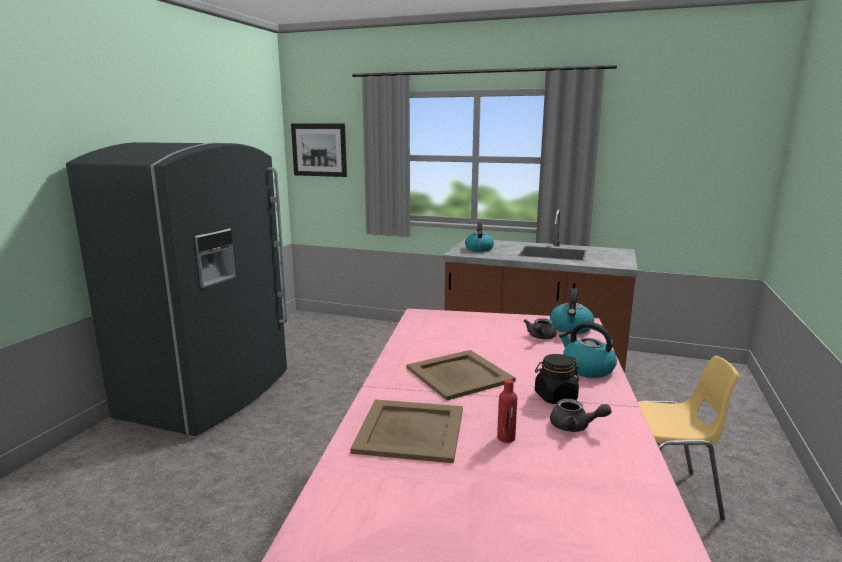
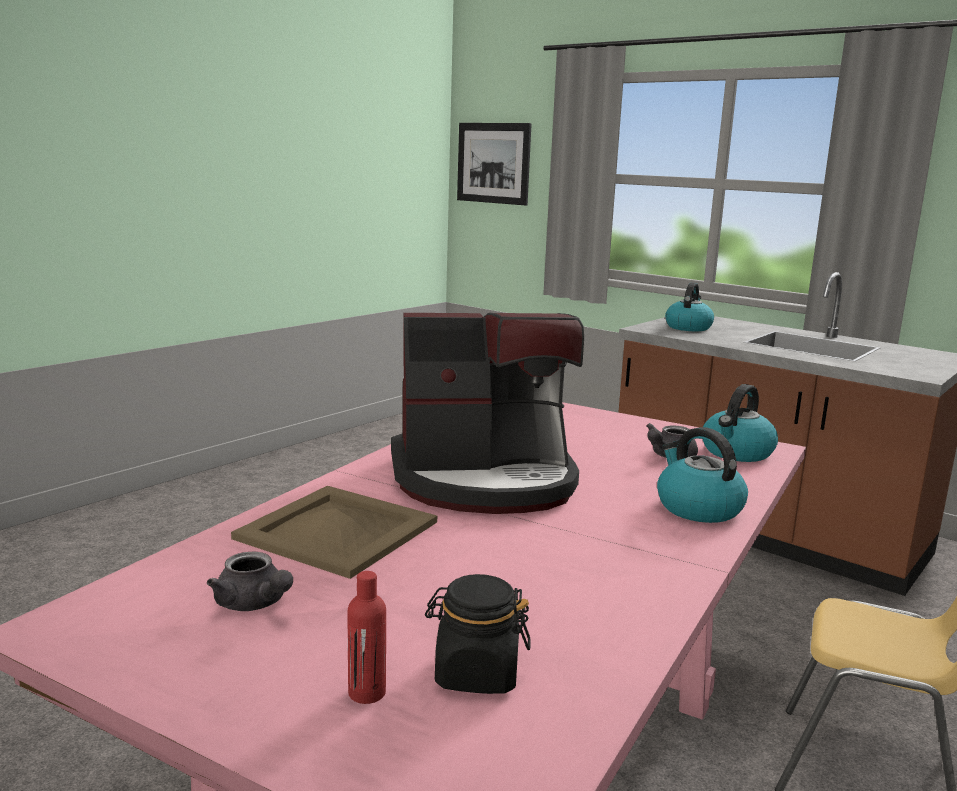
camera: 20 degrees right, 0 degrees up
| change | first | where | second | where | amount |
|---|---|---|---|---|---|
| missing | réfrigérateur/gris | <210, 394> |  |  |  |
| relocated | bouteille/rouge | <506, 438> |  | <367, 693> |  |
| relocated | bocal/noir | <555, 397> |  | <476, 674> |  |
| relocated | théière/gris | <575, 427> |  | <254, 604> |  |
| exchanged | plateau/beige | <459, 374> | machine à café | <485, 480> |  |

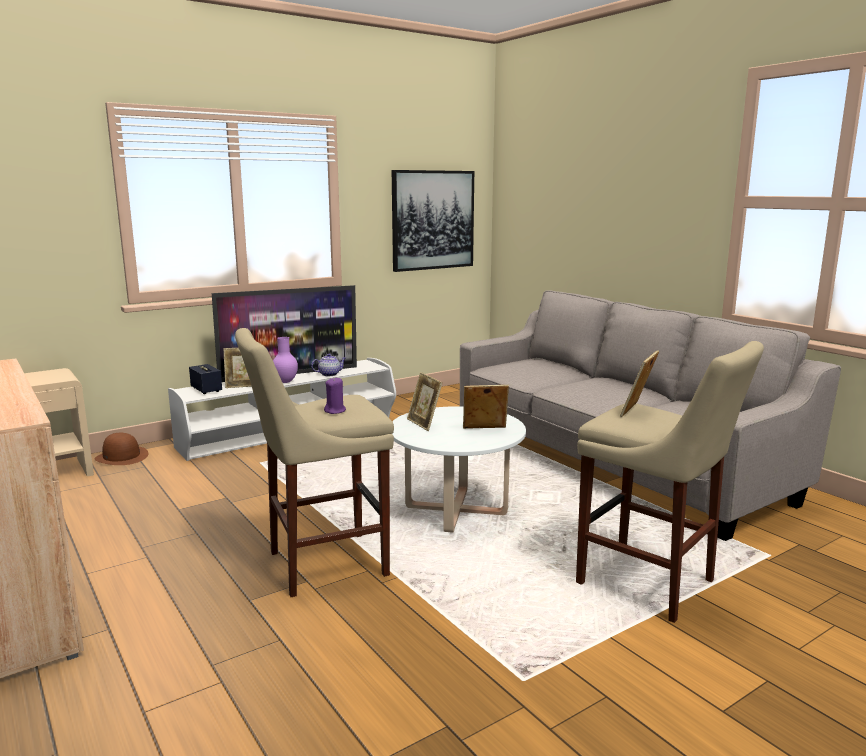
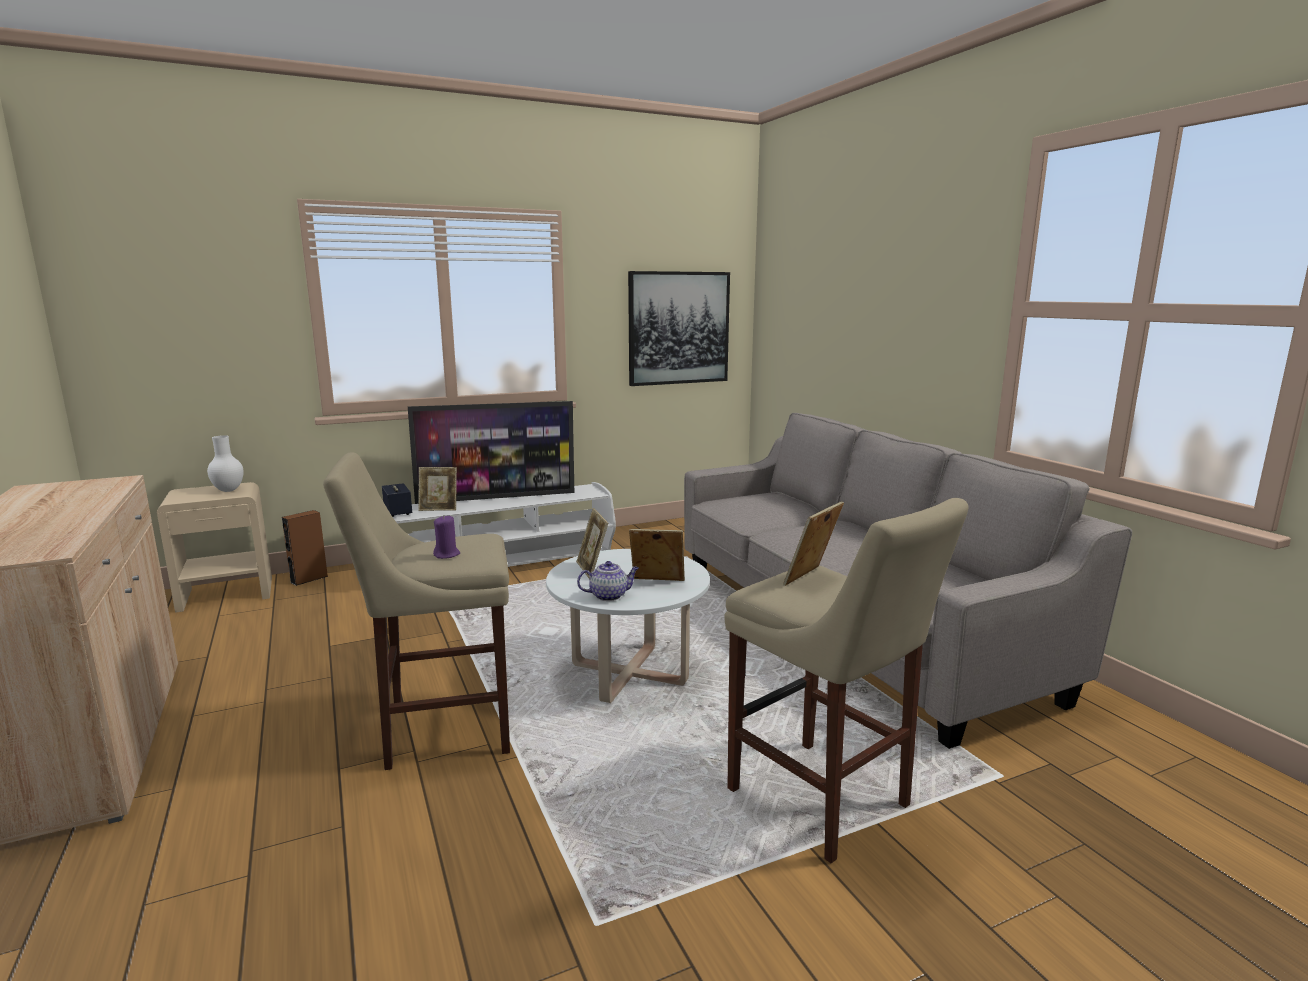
camera: 10 degrees right, 0 degrees up
| change | first | where | second | where | amount |
|---|---|---|---|---|---|
| missing | vase/violet | <285, 381> |  |  |  |
| appeared |  |  | vase/blanc | <229, 490> |  |
| relocated | théière | <329, 374> |  | <609, 596> |  |
| exchanged | chapeau/marron | <122, 457> | enceinte/marron | <309, 579> |  |

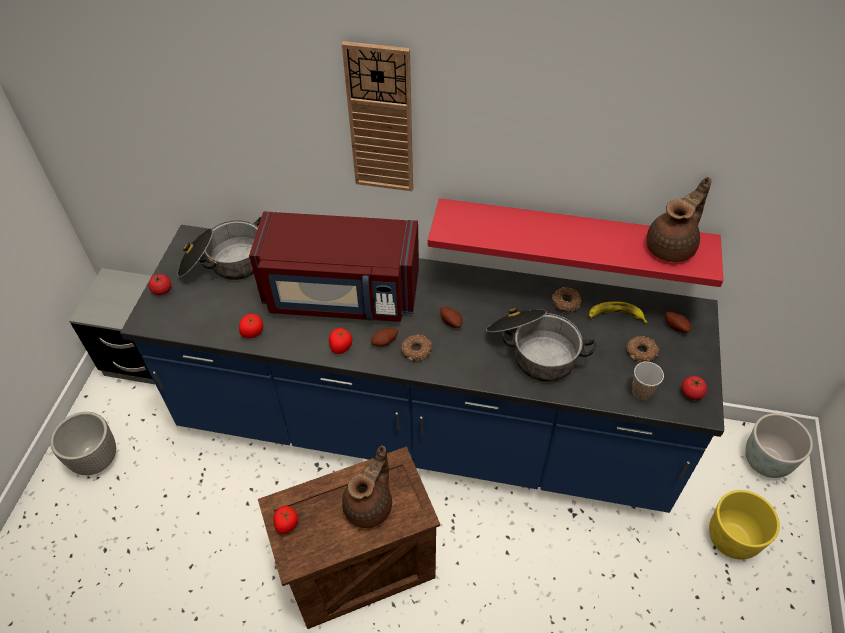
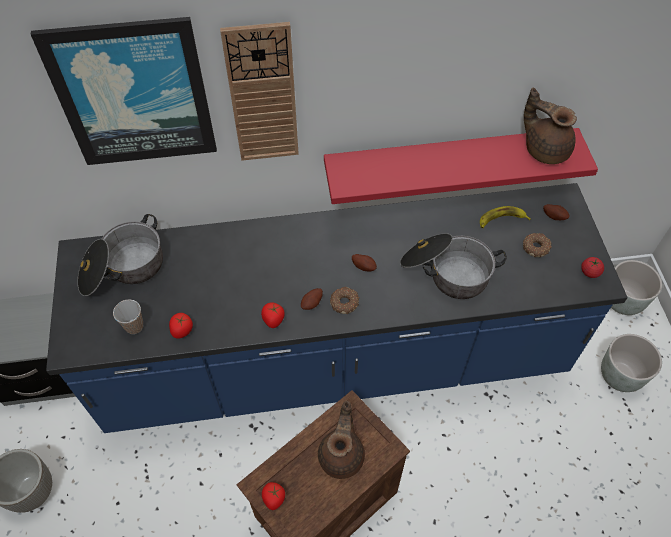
camera: 20 degrees left, 5 degrees up
| change | first | where | second | where | amount |
|---|---|---|---|---|---|
| missing | tomate | <162, 290> |  |  |  |
| missing | micro-ondes/rouge | <341, 295> |  |  |  |
| missing | beignet | <565, 303> |  |  |  |
| appeared |  |  | tableau | <134, 94> |  |
| relocated | tasse | <641, 392> |  | <134, 326> |  |
| colour | cache-pot/jaune | <730, 538> | cache-pot/gris | <619, 376> |  |
| spun | théière/marron | <672, 247> |  | <545, 149> | 75 degrees counterclockwise |

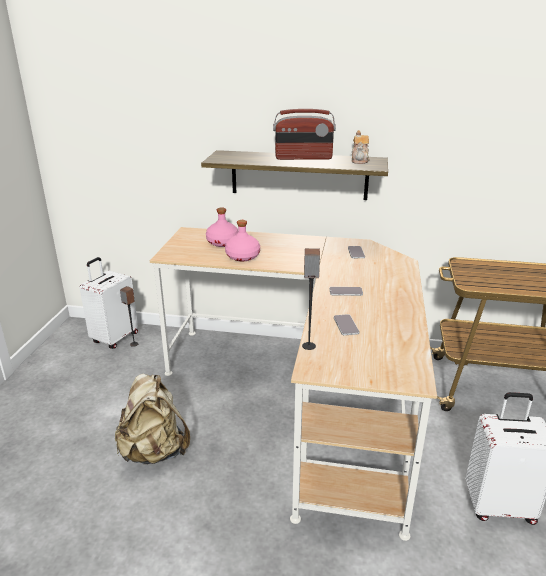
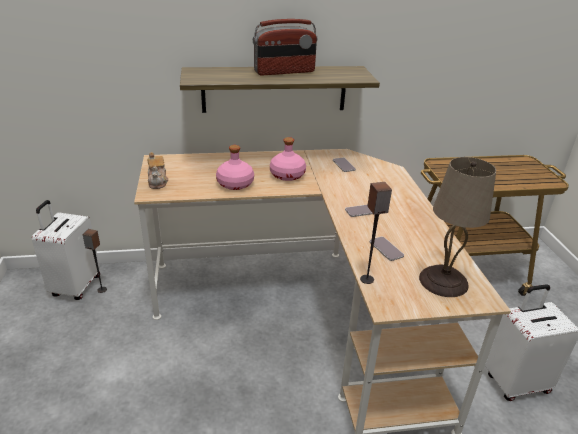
camera: 20 degrees left, 5 degrees up
| change | first | where | second | where | amount |
|---|---|---|---|---|---|
| missing | sac à dos/beige | <154, 451> |  |  |  |
| appeared |  |  | lampe de table/beige | <442, 281> |  |
| relocated | bouteille/rose | <223, 242> |  | <287, 175> |  |
| relocated | théière | <360, 160> |  | <158, 181> |  |

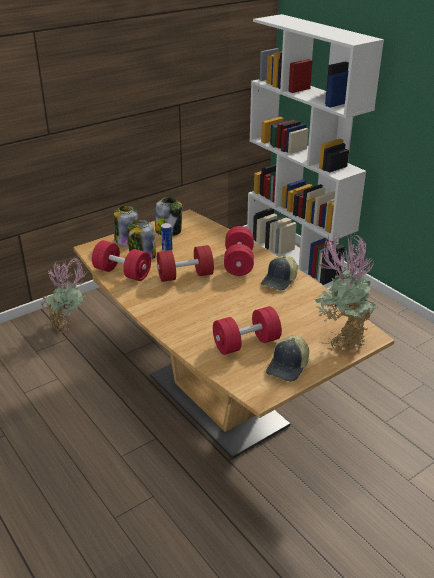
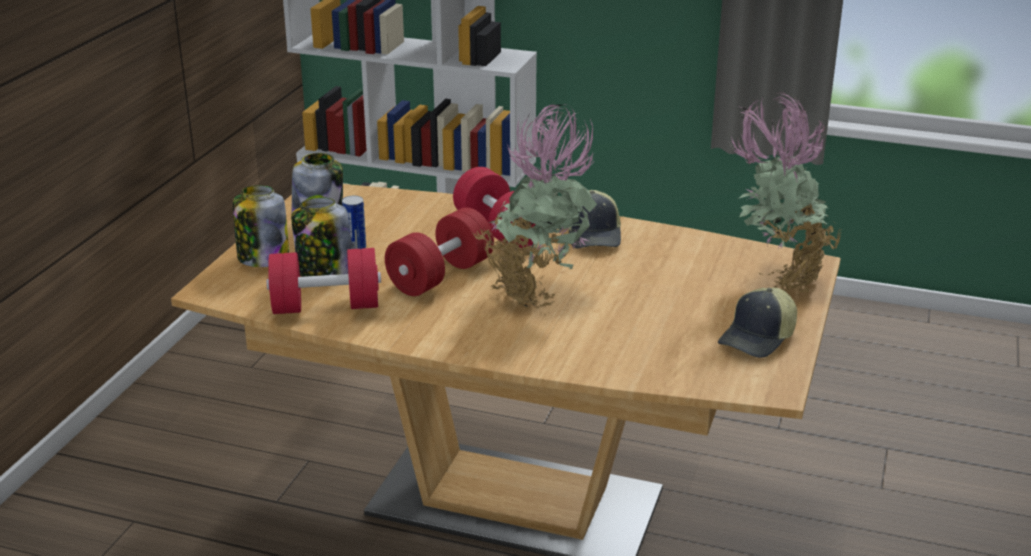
camera: 35 degrees left, 5 degrees down
| change | first | where | second | where | amount |
|---|---|---|---|---|---|
| missing | haltère/rouge | <246, 343> |  |  |  |
| relocated | plante en pot | <69, 325> |  | <536, 292> |  |
| spun | casquette | <288, 366> |  | <758, 338> | 45 degrees clockwise |

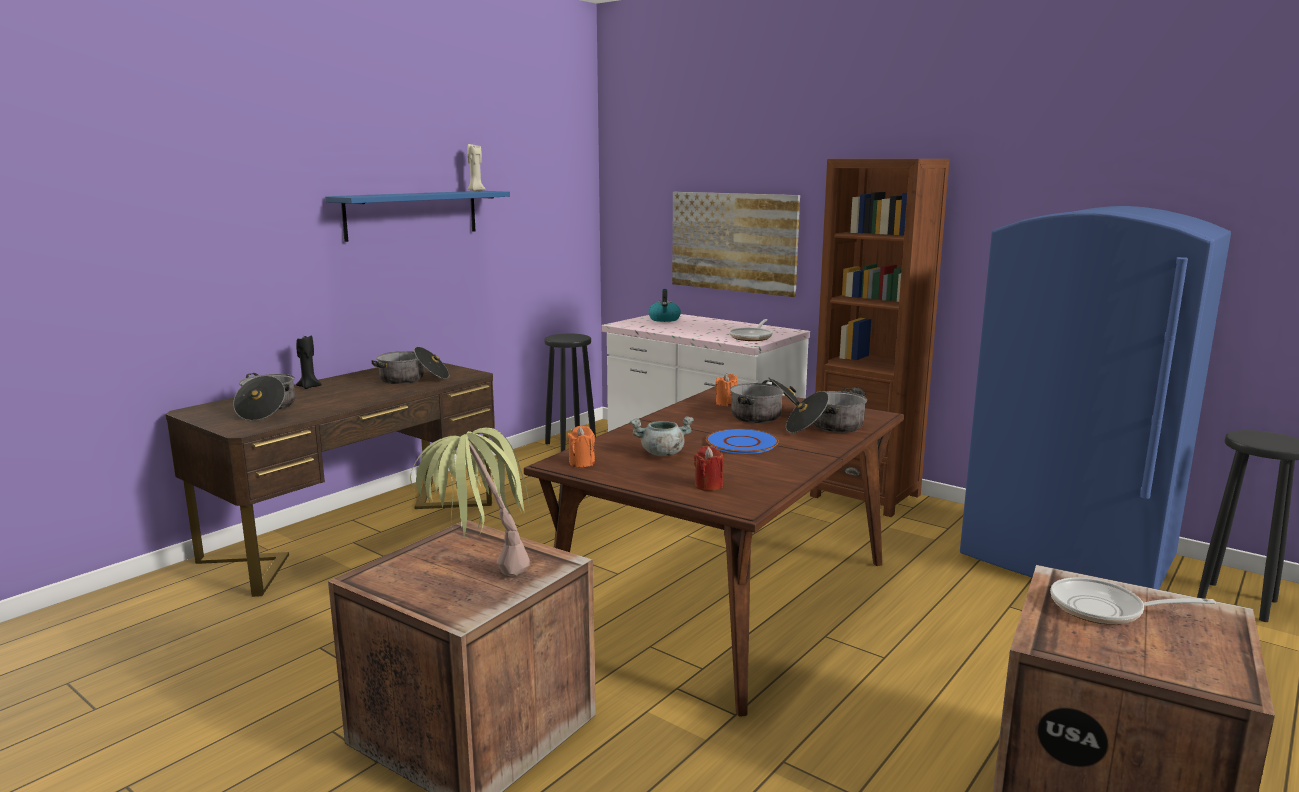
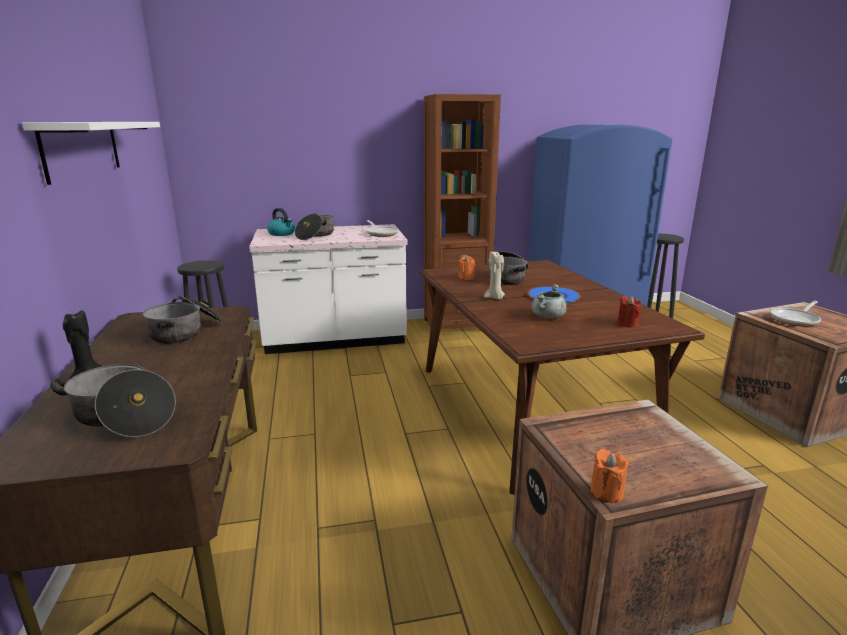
camera: 50 degrees left, 5 degrees up
| change | first | where | second | where | amount |
|---|---|---|---|---|---|
| missing | plante en pot | <478, 581> |  |  |  |
| missing | tableau | <733, 242> |  |  |  |
| relocated | bougie/beige | <475, 191> |  | <495, 298> |  |
| relocated | bougie/orange | <581, 463> |  | <606, 492> |  |
| relocated | marmite | <825, 428> |  | <315, 235> |  |
| colour | étagère/bleu | <412, 214> | étagère/blanc | <83, 148> |  |

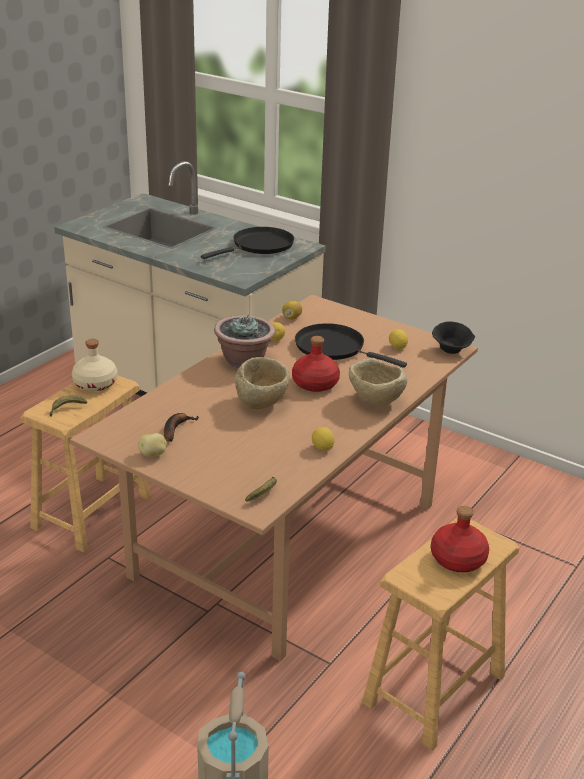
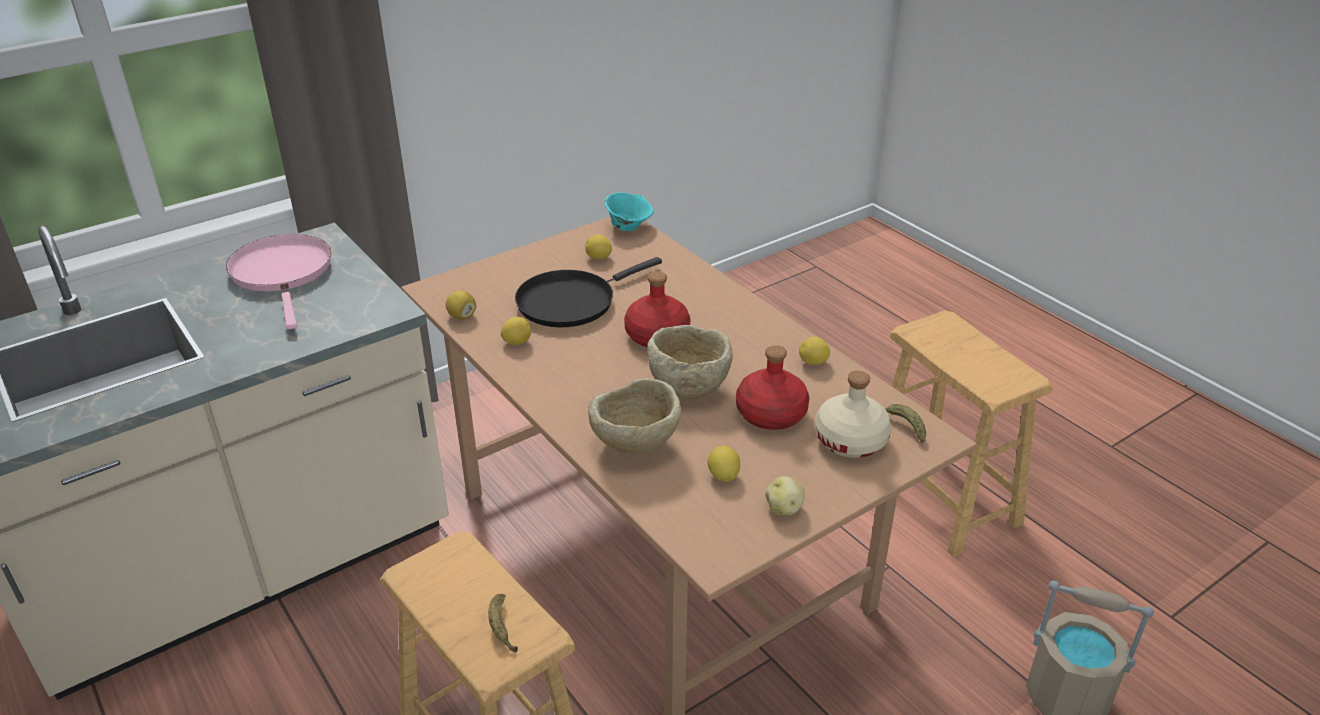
camera: 70 degrees left, 5 degrees up
| change | first | where | second | where | amount |
|---|---|---|---|---|---|
| missing | plante en pot | <244, 361> |  |  |  |
| relocated | bouteille/beige | <96, 384> |  | <851, 440> |  |
| relocated | bol/beige | <375, 402> |  | <635, 446> |  |
| relocated | bouteille/rouge | <458, 559> |  | <772, 414> |  |
| exchanged | banane | <176, 429> | citron | <723, 476> |  |
| colour | poêle/noir | <259, 246> | poêle/rose | <283, 273> |  |
| colour | bol/noir | <451, 350> | bol/turquoise | <628, 227> |  |

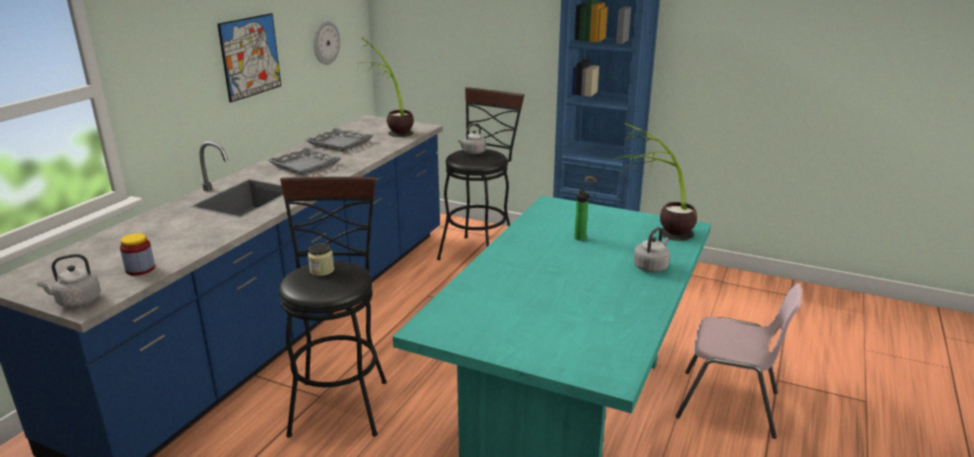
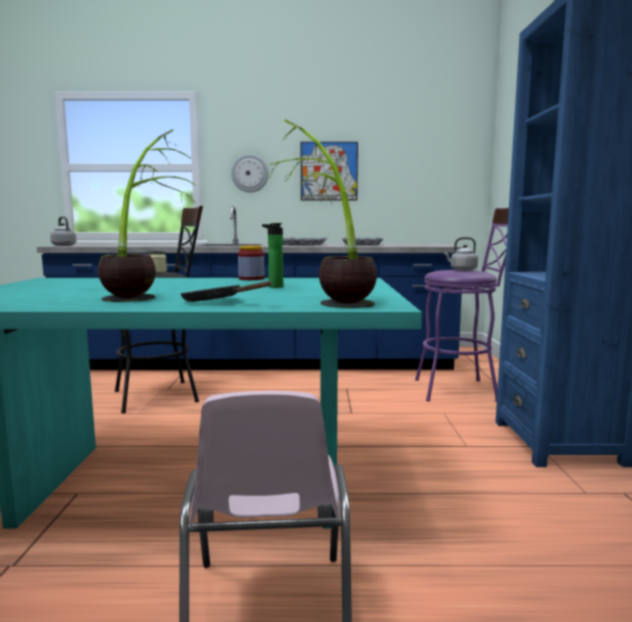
camera: 65 degrees right, 15 degrees down
| change | first | where | second | where | amount |
|---|---|---|---|---|---|
| relocated | bocal | <140, 269> |  | <251, 279> |  |
| relocated | horloge murale | <325, 42> |  | <250, 173> |  |
| relocated | plante en pot | <390, 130> |  | <148, 294> |  |
| exchanged | bouilloire/gris | <651, 267> | poêle/noir | <217, 302> |  |
| colour | tabouret/noir | <480, 251> | tabouret/violet | <462, 390> |  |

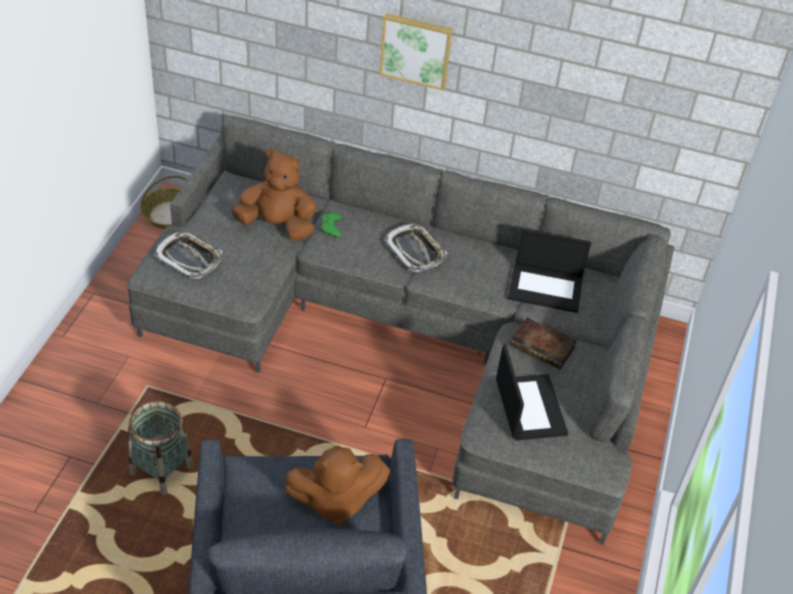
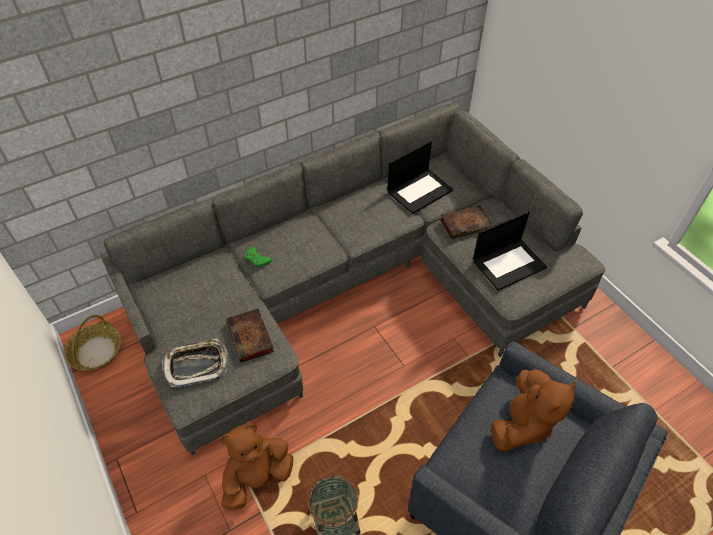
camera: 45 degrees left, 5 degrees up
| change | first | where | second | where | amount |
|---|---|---|---|---|---|
| missing | tableau | <416, 50> |  |  |  |
| missing | plateau | <415, 251> |  |  |  |
| appeared |  |  | livre | <251, 338> |  |
| relocated | peluche/marron | <277, 225> |  | <257, 477> |  |
| spun | ordinateur portable | <529, 406> |  | <509, 263> | 120 degrees clockwise |

